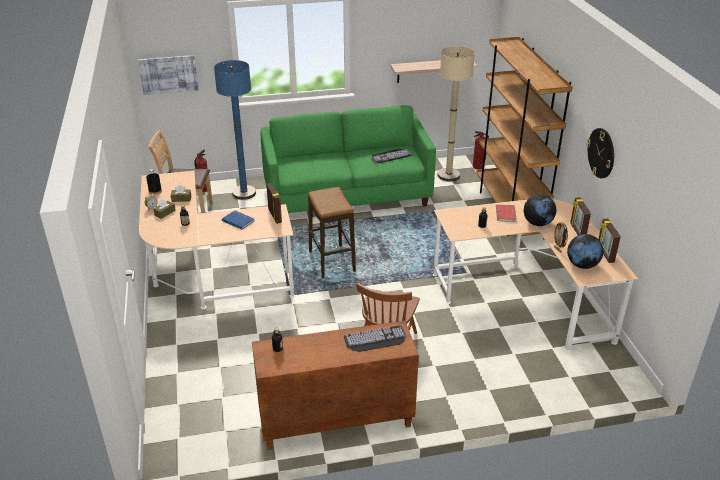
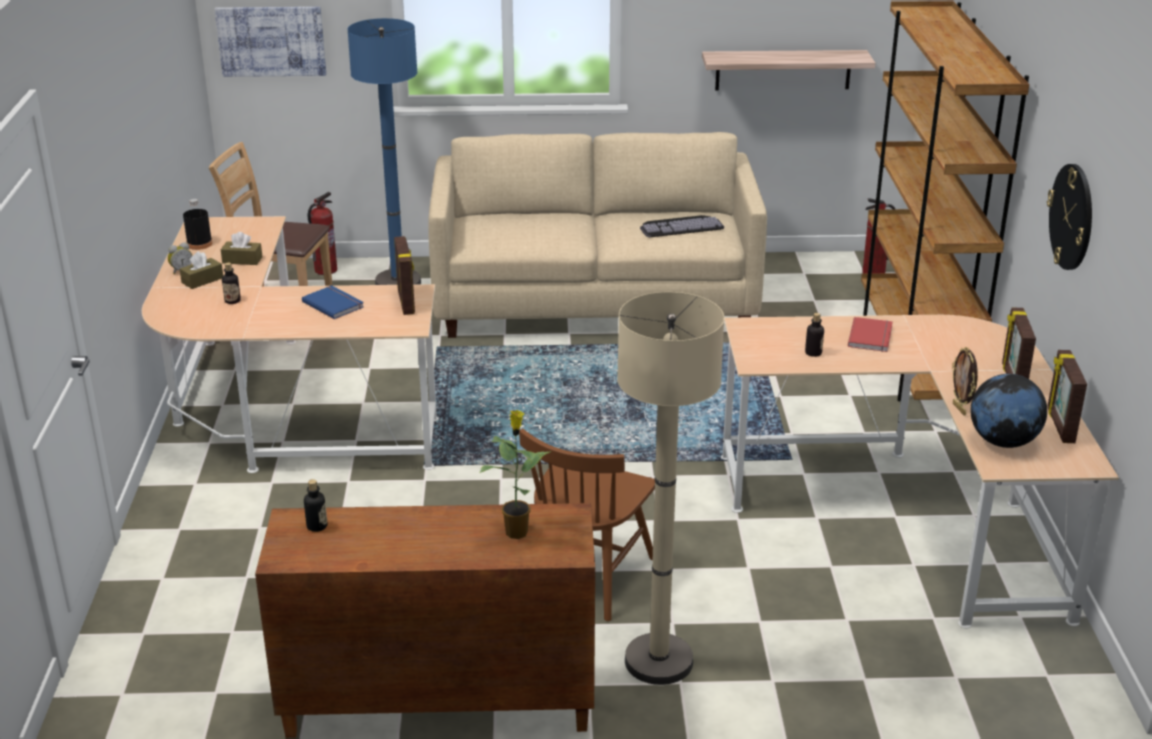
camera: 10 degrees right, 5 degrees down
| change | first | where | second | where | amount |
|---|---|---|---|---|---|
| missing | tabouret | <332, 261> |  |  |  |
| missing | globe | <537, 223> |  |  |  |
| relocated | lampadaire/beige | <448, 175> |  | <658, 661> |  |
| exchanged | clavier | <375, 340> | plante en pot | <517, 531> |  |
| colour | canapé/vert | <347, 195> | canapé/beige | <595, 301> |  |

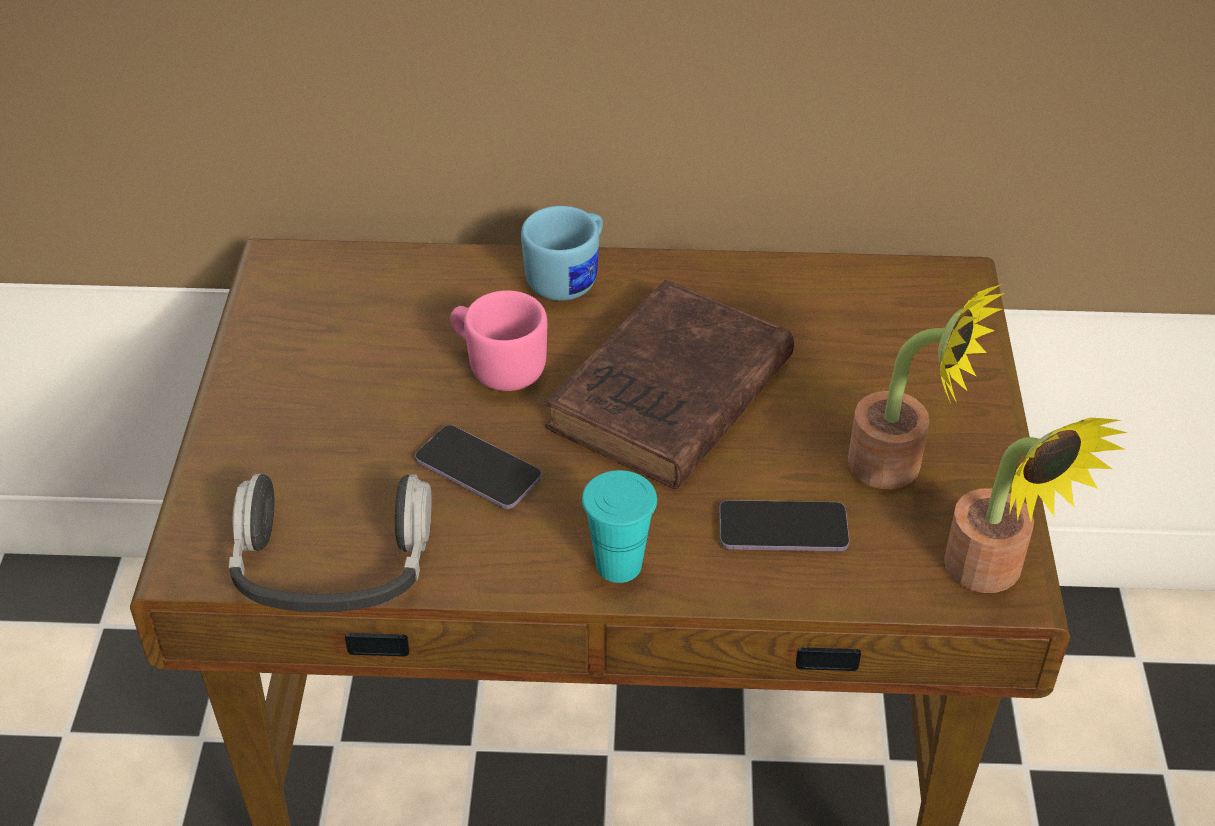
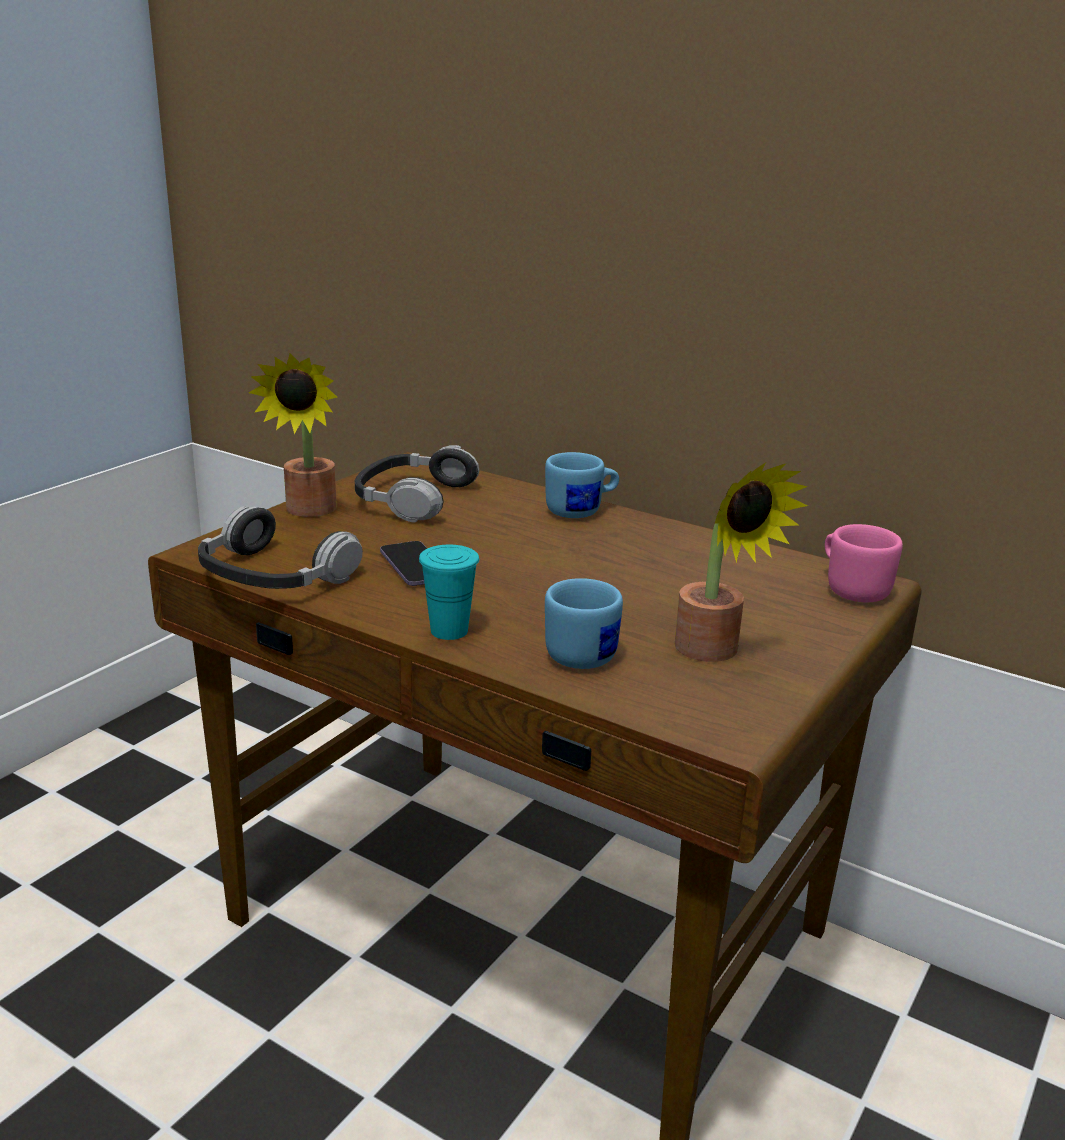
camera: 30 degrees right, 20 degrees down
| change | first | where | second | where | amount |
|---|---|---|---|---|---|
| missing | livre/marron | <667, 398> |  |  |  |
| appeared |  |  | casque audio | <413, 498> |  |
| relocated | mug/rose | <498, 366> |  | <852, 589> |  |
| relocated | plante en pot | <993, 575> |  | <309, 511> |  |
| exchanged | téléphone | <783, 529> | mug/bleu | <587, 652> |  |

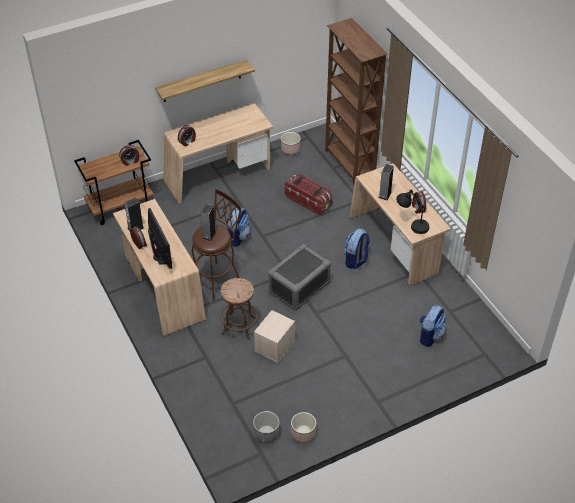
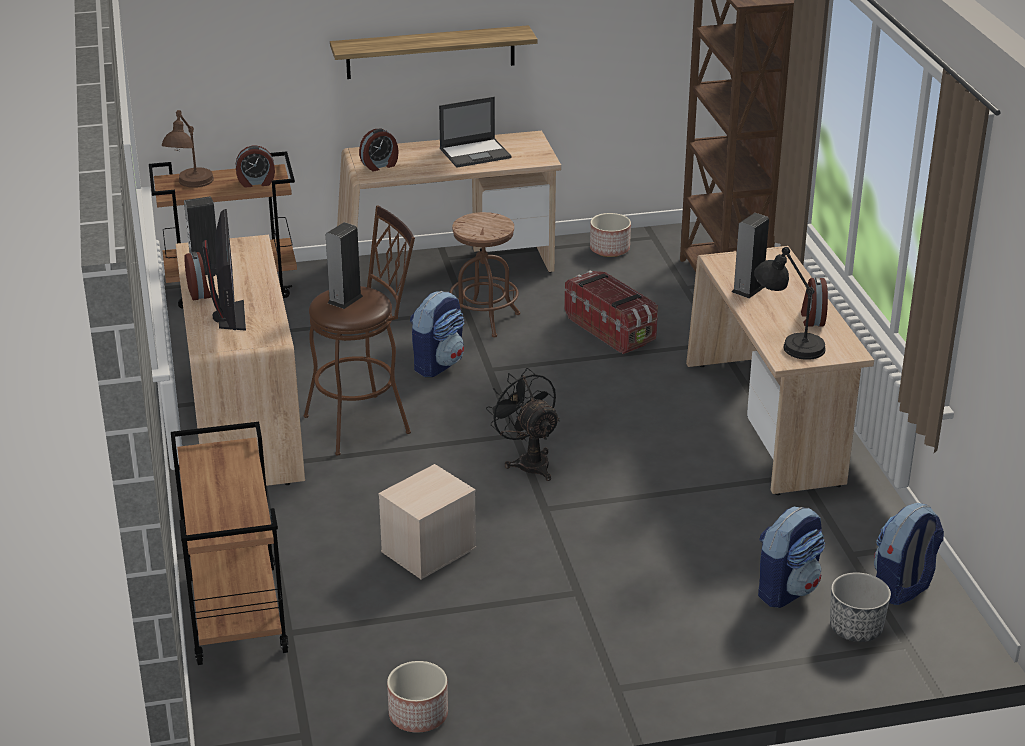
camera: 15 degrees right, 15 degrees down
| change | first | where | second | where | amount |
|---|---|---|---|---|---|
| appeared |  |  | lampe de table/marron | <190, 187> |  |
| appeared |  |  | chariot/marron | <235, 613> |  |
| appeared |  |  | ordinateur portable | <476, 153> |  |
| relocated | tabouret/marron | <239, 326> |  | <484, 319> |  |
| relocated | cache-pot | <266, 434> |  | <855, 629> |  |
| relocated | sac à dos | <356, 260> |  | <902, 588> |  |
| exchanged | boîte de rangement/gris | <299, 287> | ventilateur/noir | <528, 461> |  |

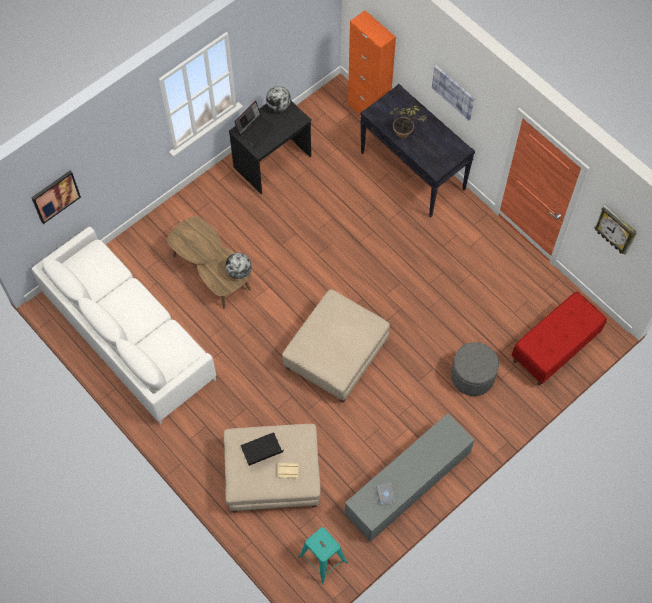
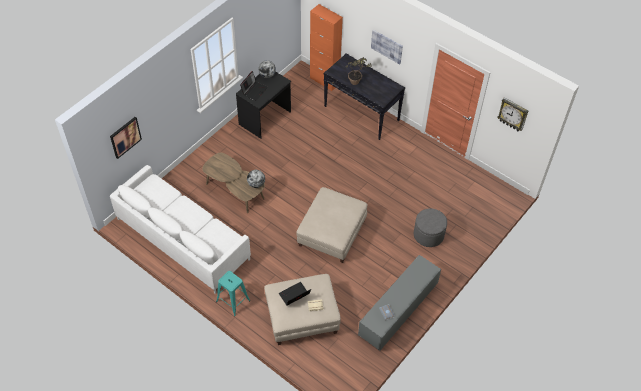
camera: 10 degrees left, 10 degrees down
| change | first | where | second | where | amount |
|---|---|---|---|---|---|
| missing | banc/rouge | <554, 348> |  |  |  |
| relocated | tabouret/turquoise | <322, 559> |  | <233, 301> |  |

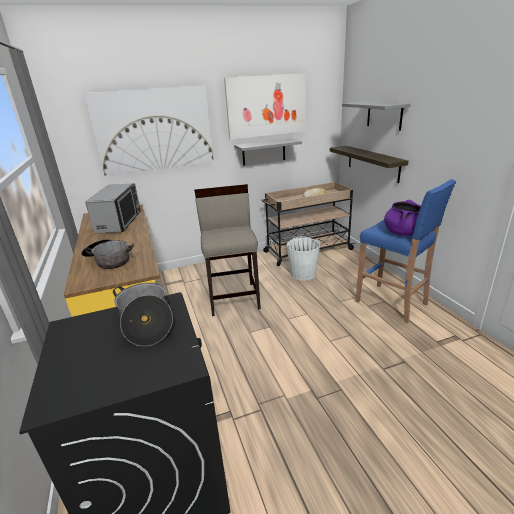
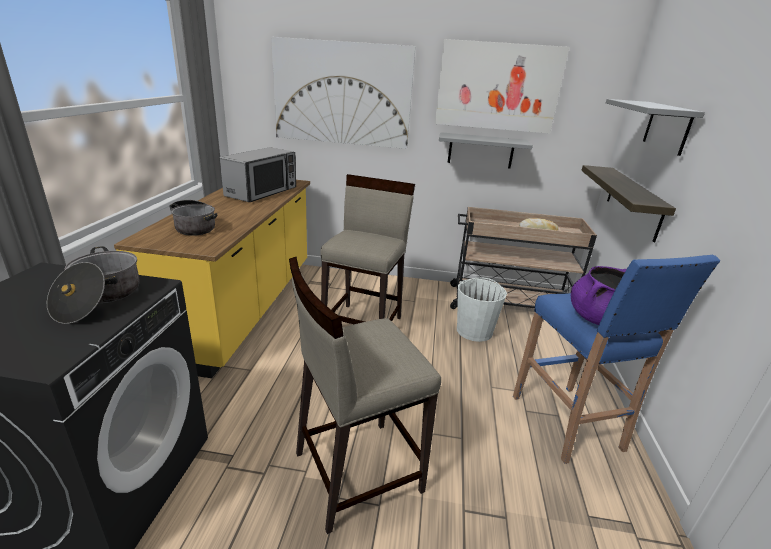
camera: 25 degrees right, 0 degrees up
| change | first | where | second | where | amount |
|---|---|---|---|---|---|
| appeared |  |  | tabouret/beige | <356, 471> |  |

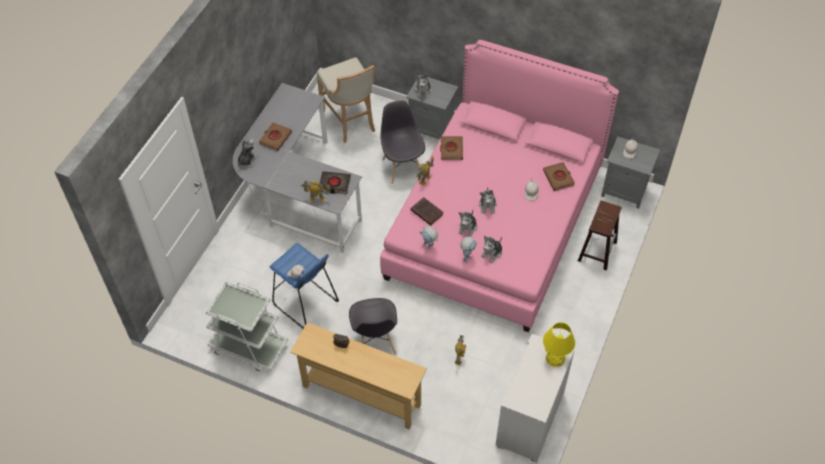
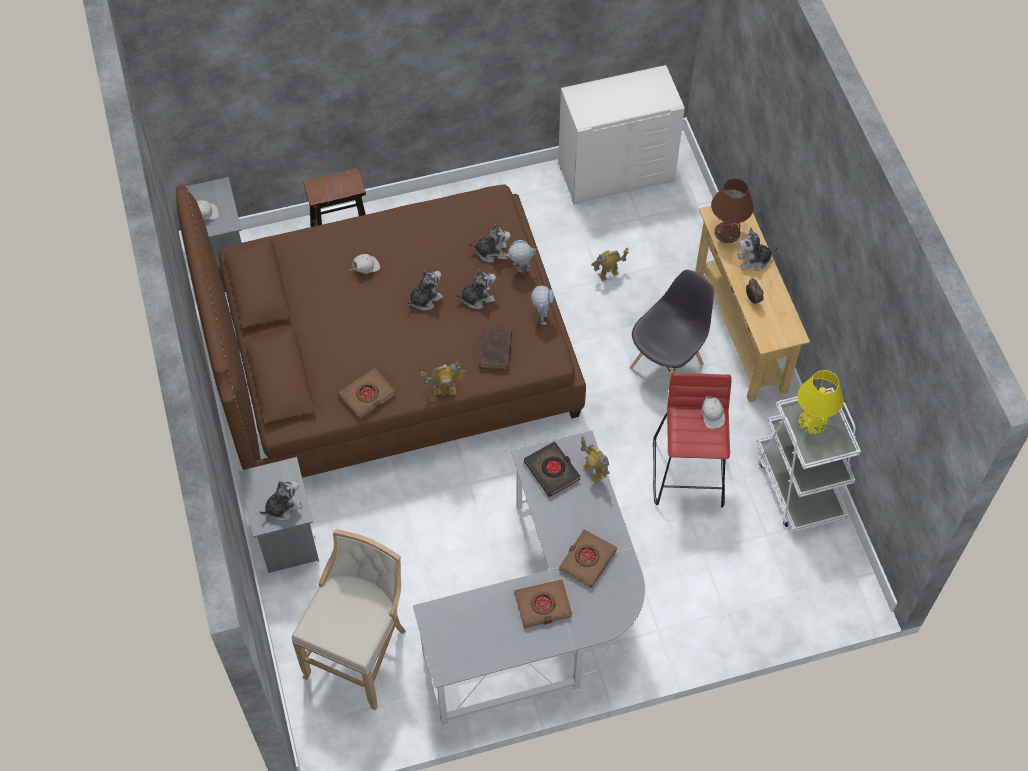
camera: 130 degrees left, 5 degrees up
| change | first | where | second | where | amount |
|---|---|---|---|---|---|
| missing | chaise/gris | <402, 167> |  |  |  |
| appeared |  |  | lampe de table/marron | <726, 232> |  |
| relocated | peluche | <247, 161> |  | <754, 260> |  |
| relocated | livre/marron | <558, 178> |  | <587, 560> |  |
| relocated | lampe de table/jaune | <555, 358> |  | <812, 421> |  |
| colour | tabouret/bleu | <305, 303> | tabouret/rouge | <689, 473> |  |
| colour | lit/rose | <494, 223> | lit/marron | <390, 360> |  |

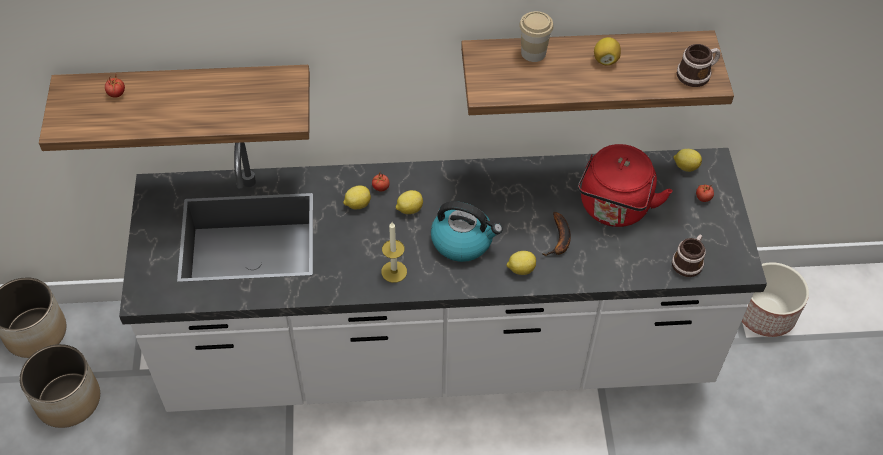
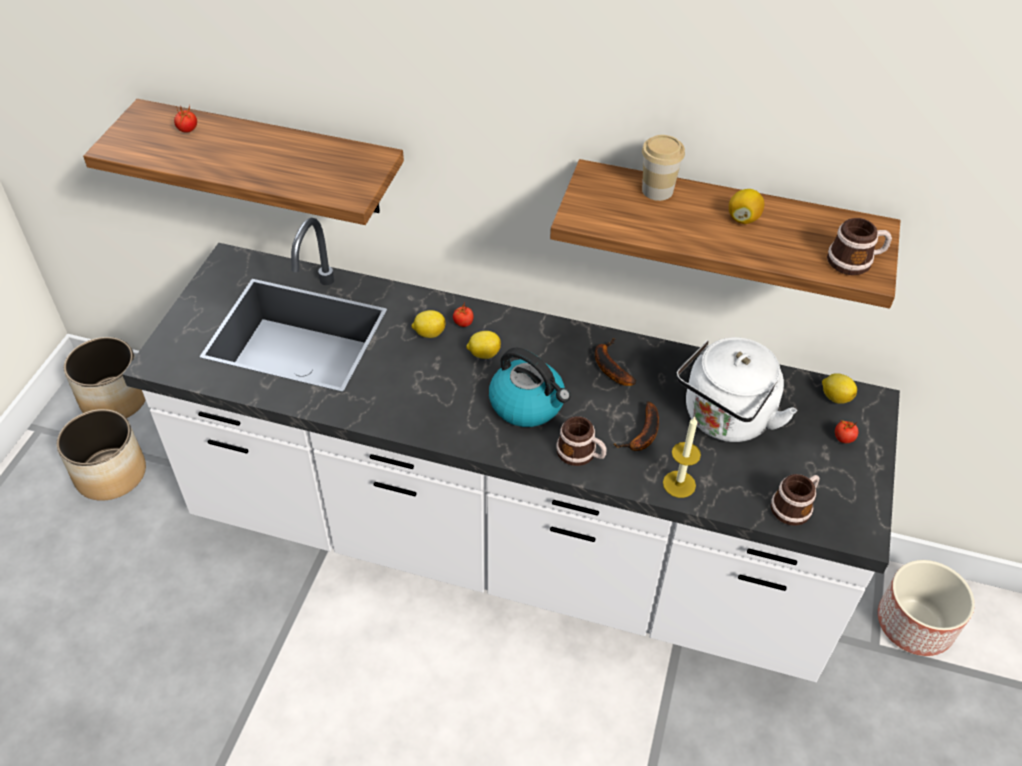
camera: 20 degrees right, 5 degrees down
| change | first | where | second | where | amount |
|---|---|---|---|---|---|
| appeared |  |  | banane | <609, 366> |  |
| relocated | bougie | <394, 271> |  | <679, 484> |  |
| exchanged | citron | <520, 269> | mug | <581, 454> |  |
| colour | bouilloire/rouge | <614, 209> | bouilloire/blanc | <725, 419> |  |

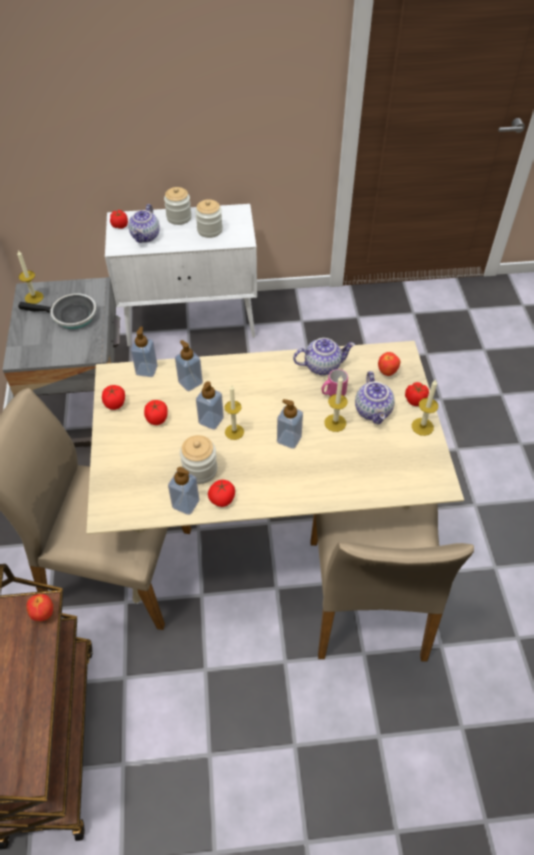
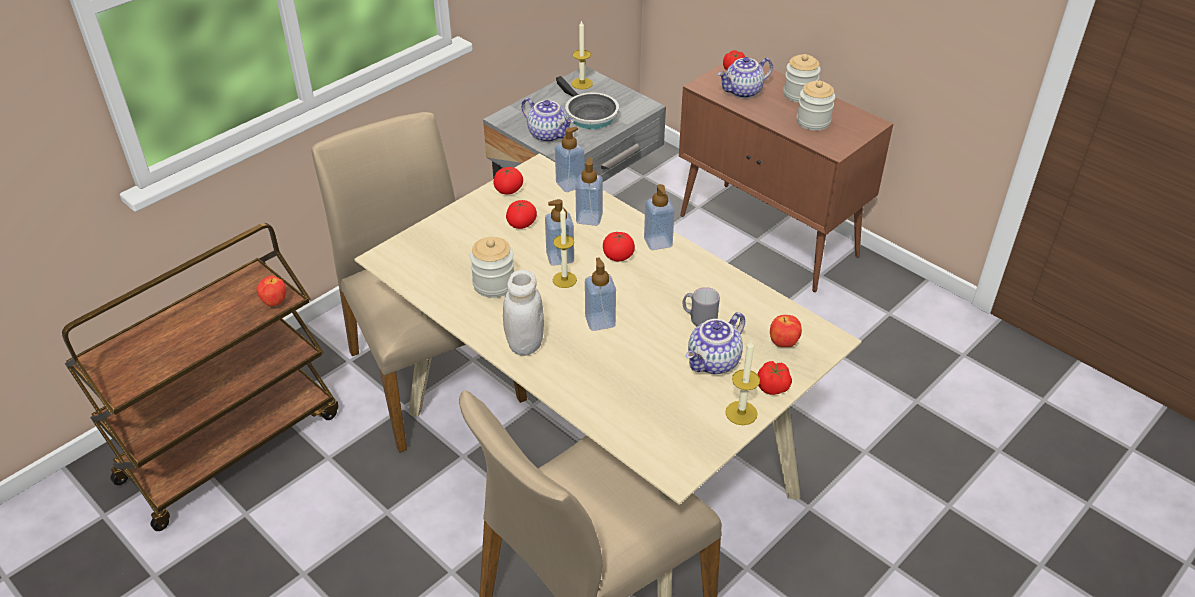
camera: 50 degrees right, 10 degrees down
| change | first | where | second | where | amount |
|---|---|---|---|---|---|
| missing | bougie | <335, 423> |  |  |  |
| appeared |  |  | bocal/blanc | <525, 344> |  |
| relocated | distributeur de savon | <186, 504> |  | <658, 242> |  |
| relocated | tomate | <222, 499> |  | <618, 256> |  |
| relocated | théière | <322, 365> |  | <549, 134> |  |
| colour | meuble de rangement/blanc | <192, 322> | meuble de rangement/marron | <769, 236> |  |
| colour | mug/rose | <333, 393> | mug/gris | <699, 319> |  |

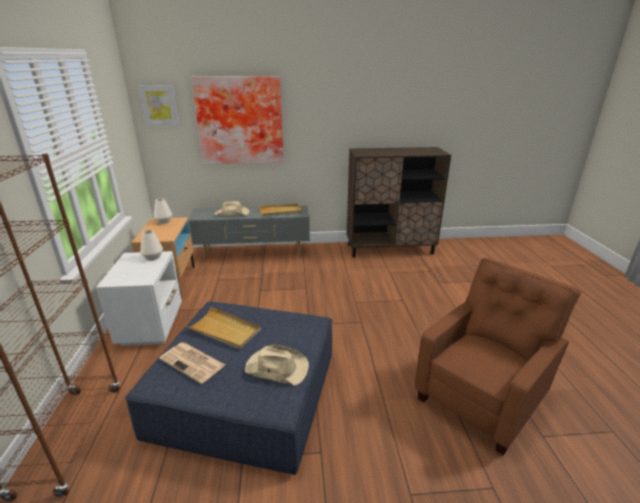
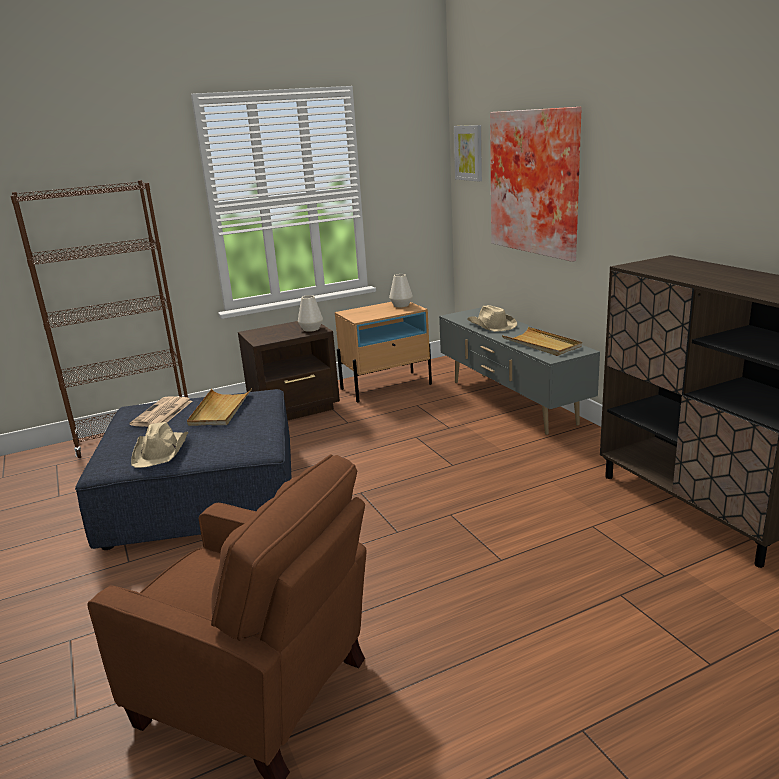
camera: 70 degrees right, 5 degrees down
| change | first | where | second | where | amount |
|---|---|---|---|---|---|
| colour | table de chevet/blanc | <152, 326> | table de chevet/marron | <296, 409> |  |

